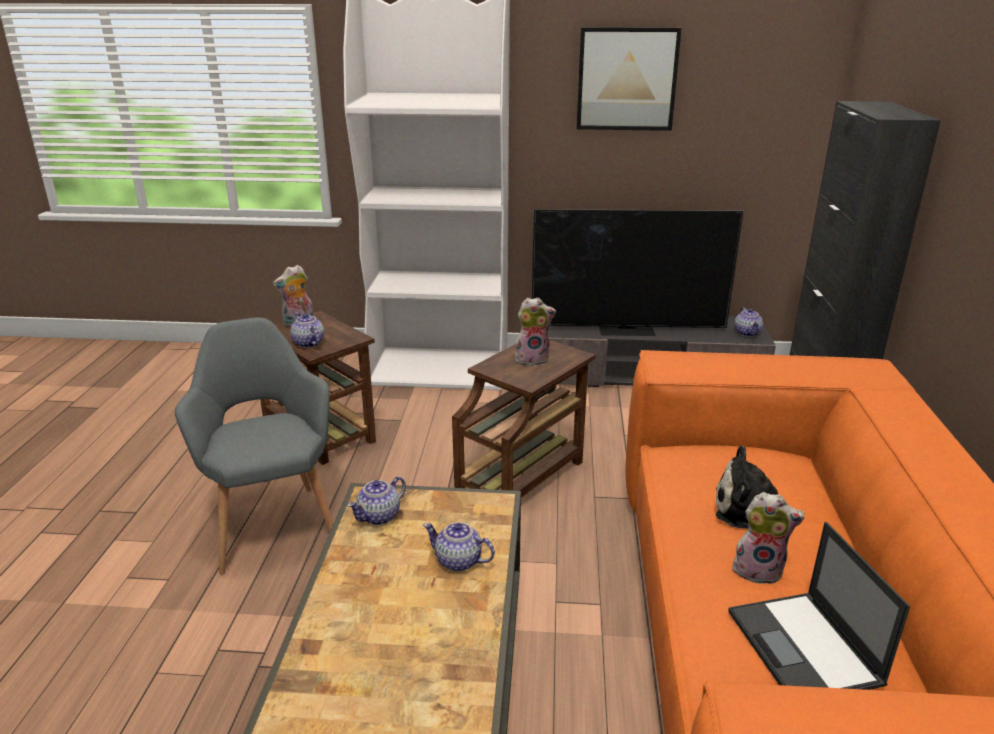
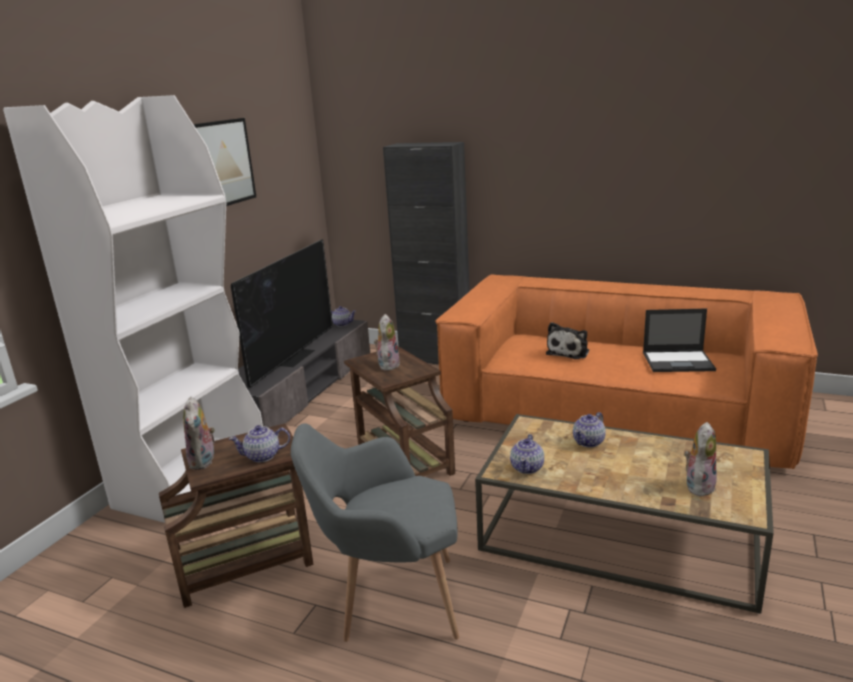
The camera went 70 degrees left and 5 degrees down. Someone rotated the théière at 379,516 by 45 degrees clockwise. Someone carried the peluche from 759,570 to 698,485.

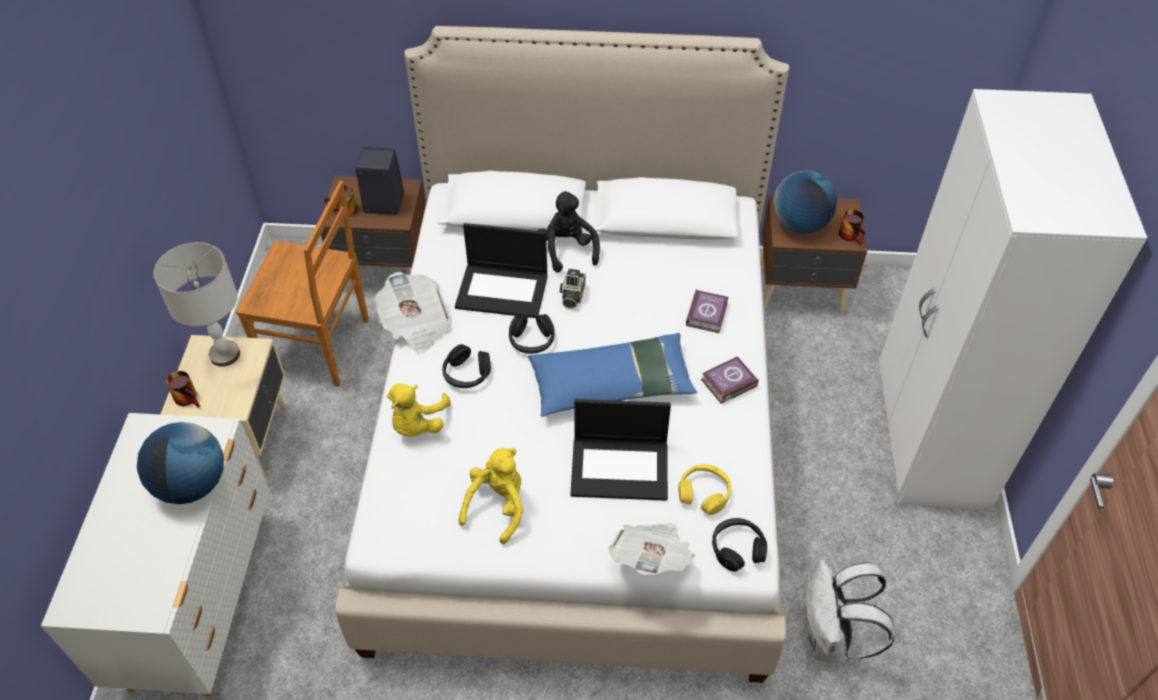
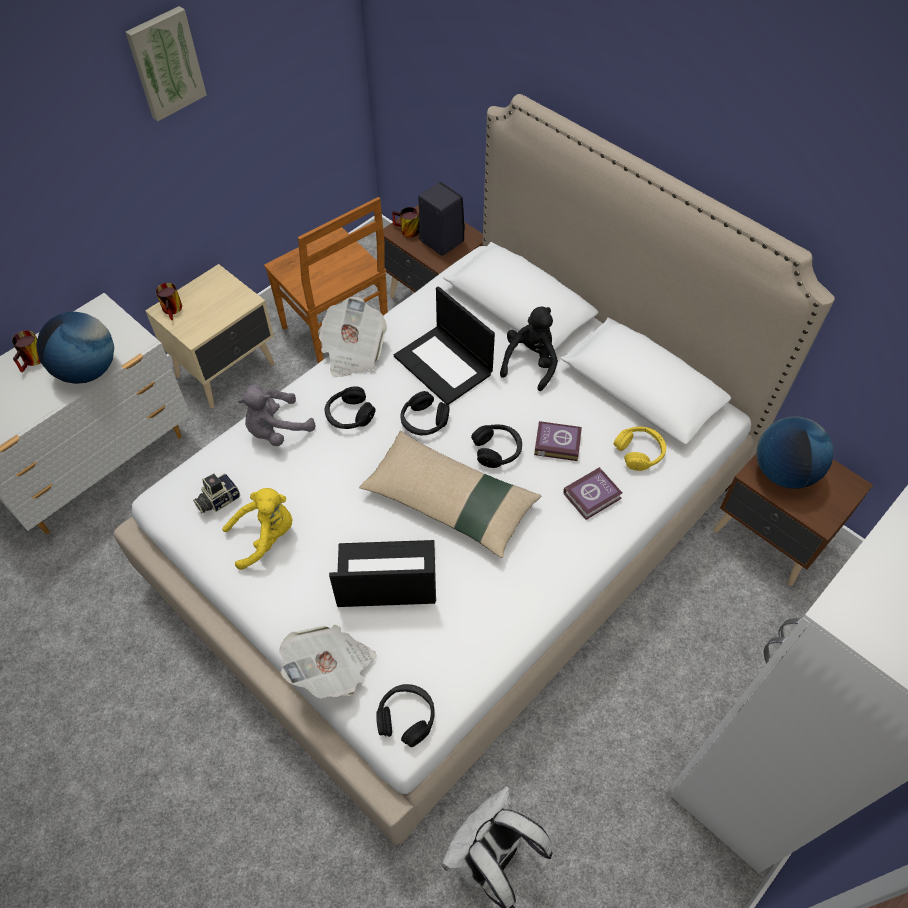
The camera went 40 degrees right and 5 degrees up. Someone carried the mug from 852,236 to 34,360. Someone put up the tableau at 165,63. Someone carried the appareil photo from 572,296 to 217,500. Someone repainted the peluche (jaune) at 417,424, which became the peluche (gris) at 276,430. Someone rotated the ordinateur portable at 621,468 by 135 degrees clockwise. Someone repainted the coussin (bleu) at 612,384, which became the coussin (beige) at 449,501. Someone put down the casque audio (noir) at 497,450. Someone carried the livre from 727,383 to 556,443. Someone carried the casque audio (jaune) from 704,493 to 639,452. Someone took away the lampe de table (gris) at 225,355.

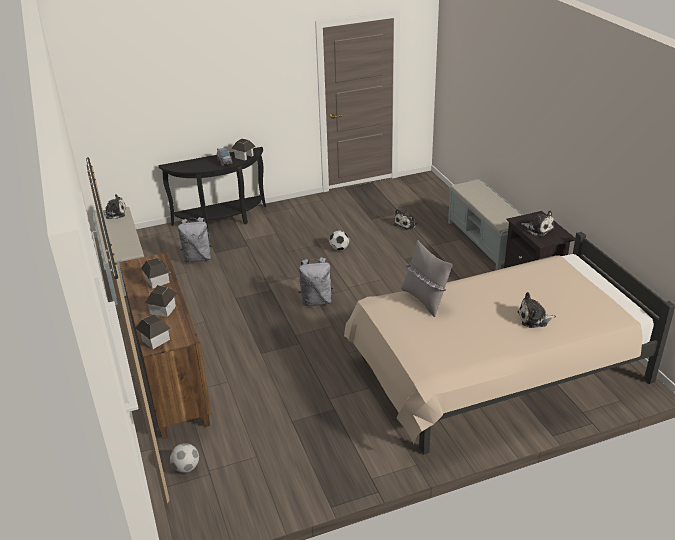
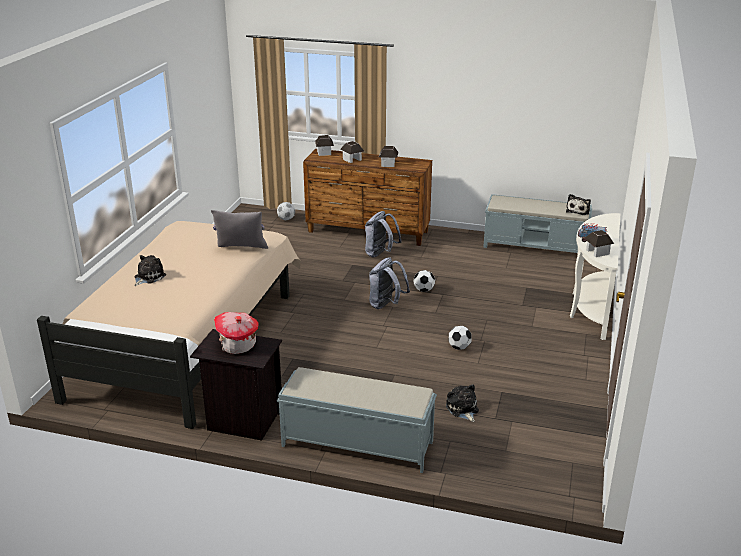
The camera went 125 degrees right and 5 degrees down. Someone swapped the peluche at 538,229 for the maison miniature at 237,345. Someone carried the sac à dos (gris) from 198,258 to 380,254. Someone put down the ballon de foot at 424,290. Someone repainted the table console (noir) at 222,221, which became the table console (blanc) at 590,307.

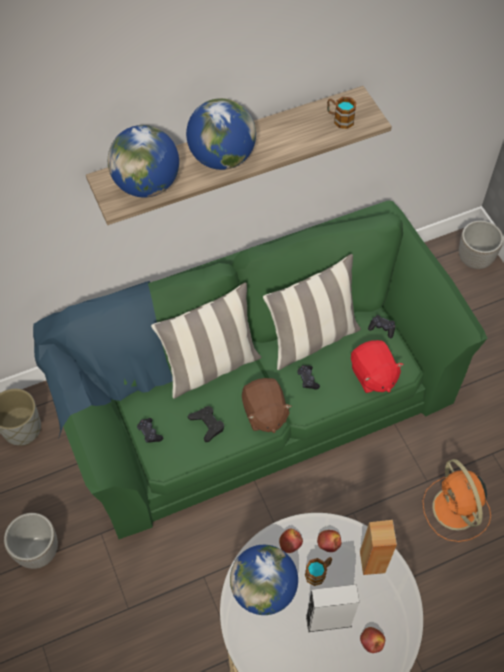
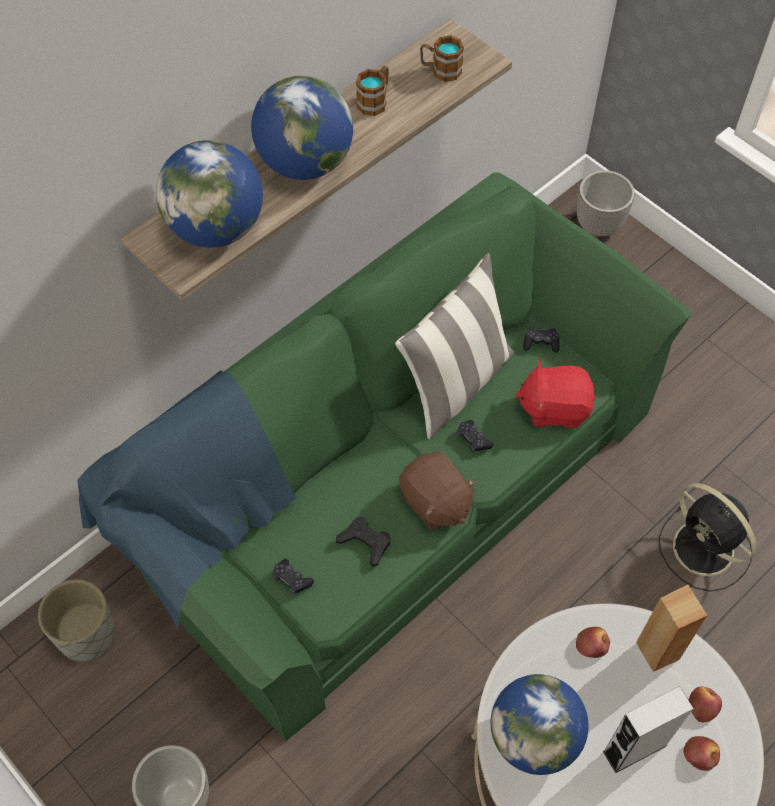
The camera went 20 degrees left and 0 degrees up. Someone carried the mug from 318,572 to 375,100. Someone rotated the peluche (rouge) at 372,375 by 135 degrees clockwise. Someone repainted the ventilateur (orange) at 456,510, which became the ventilateur (noir) at 705,550. Someone carried the pomme from 290,542 to 702,705. Someone took away the coussin at 211,365.

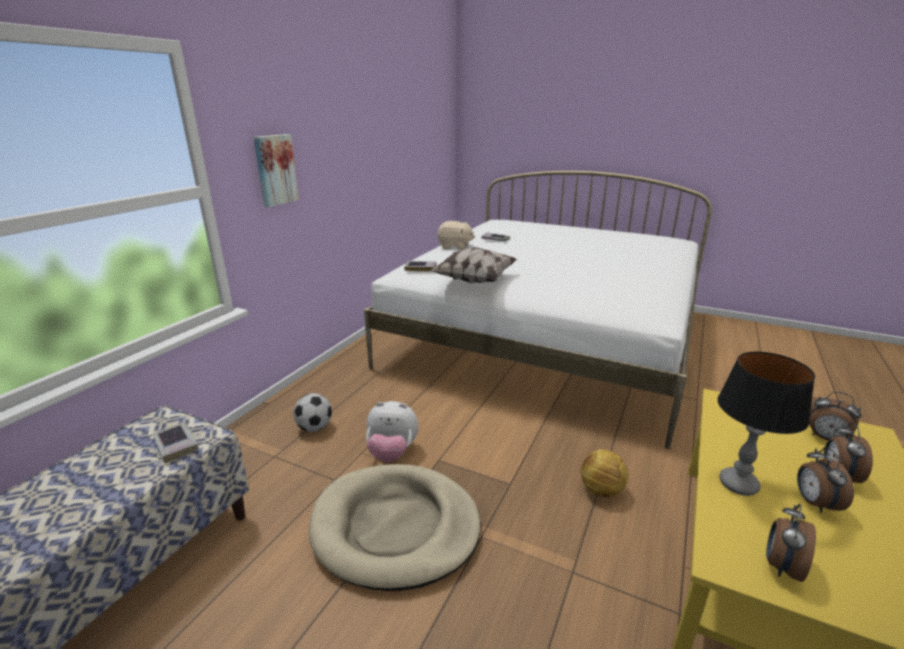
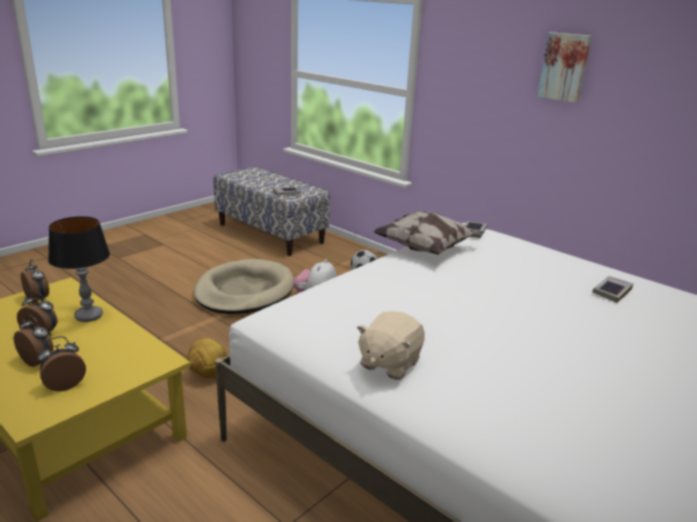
The camera went 105 degrees right and 0 degrees up. Someone carried the peluche (beige) from 455,246 to 389,363. Someone carried the tableau from 275,170 to 565,67.

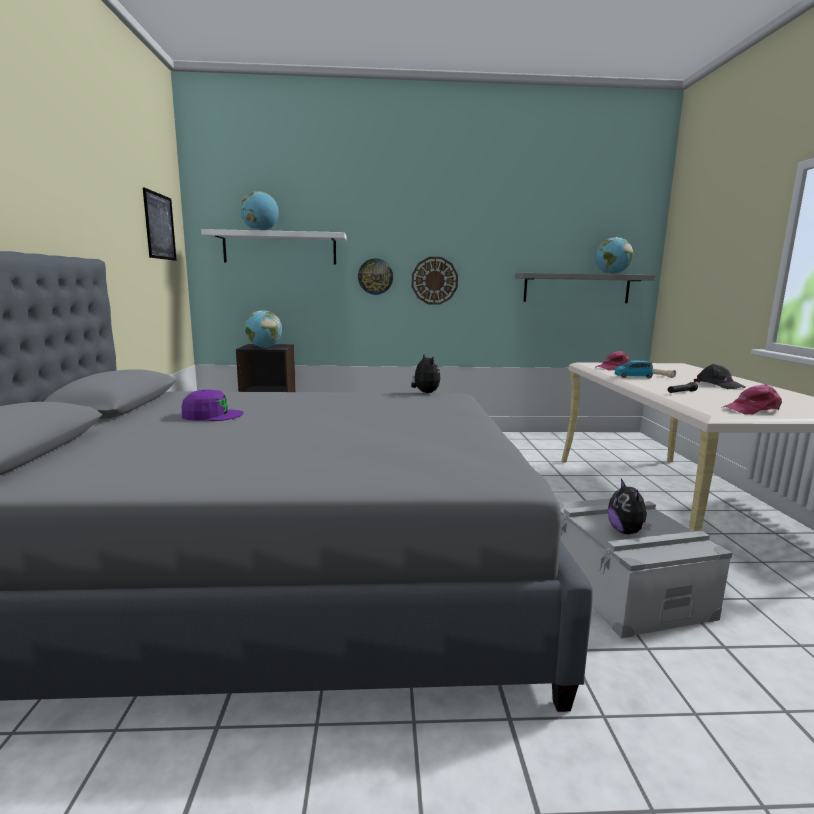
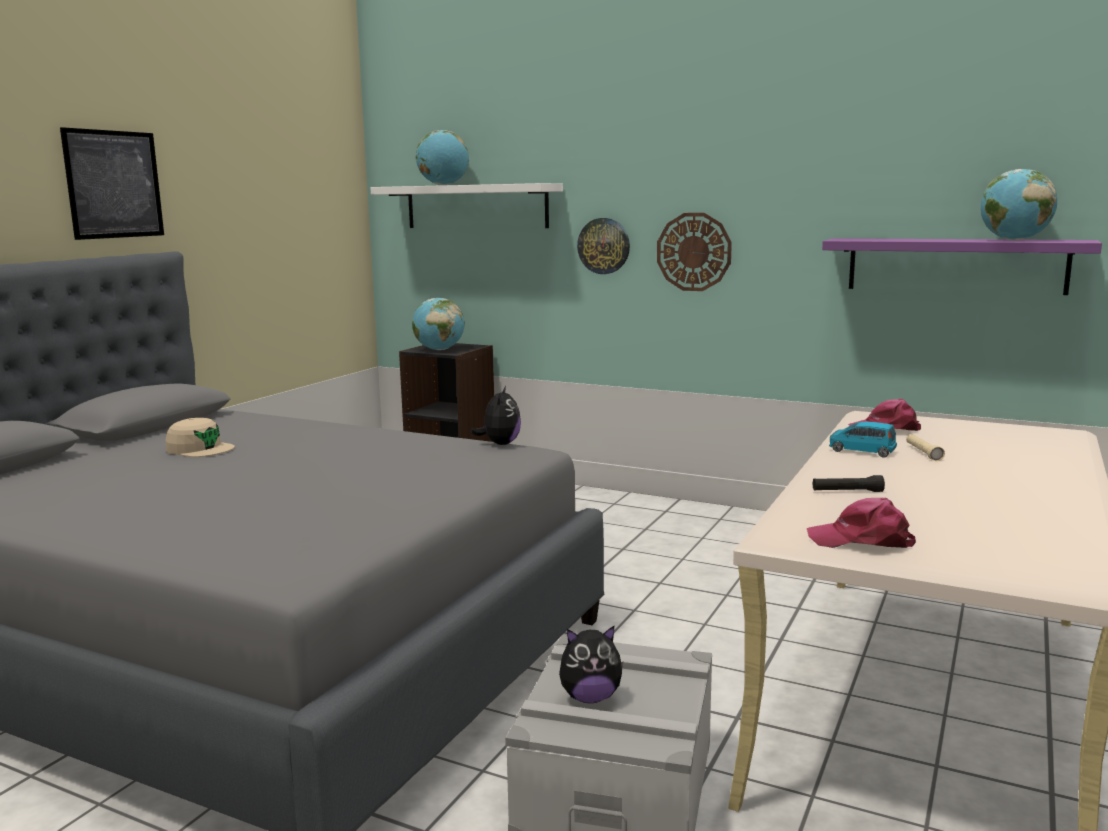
The camera went 30 degrees right and 0 degrees up. Someone carried the tableau from 159,226 to 114,184. Someone repainted the casquette (violet) at 212,415, which became the casquette (beige) at 200,449. Someone rotated the peluche at 626,532 by 120 degrees counterclockwise. Someone repainted the étagère (gris) at 576,288, which became the étagère (violet) at 955,265. Someone took away the casquette (noir) at 718,385.

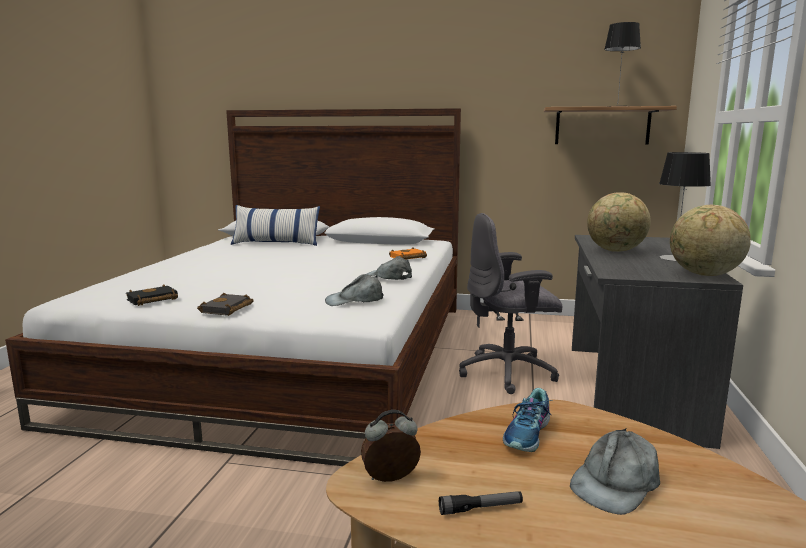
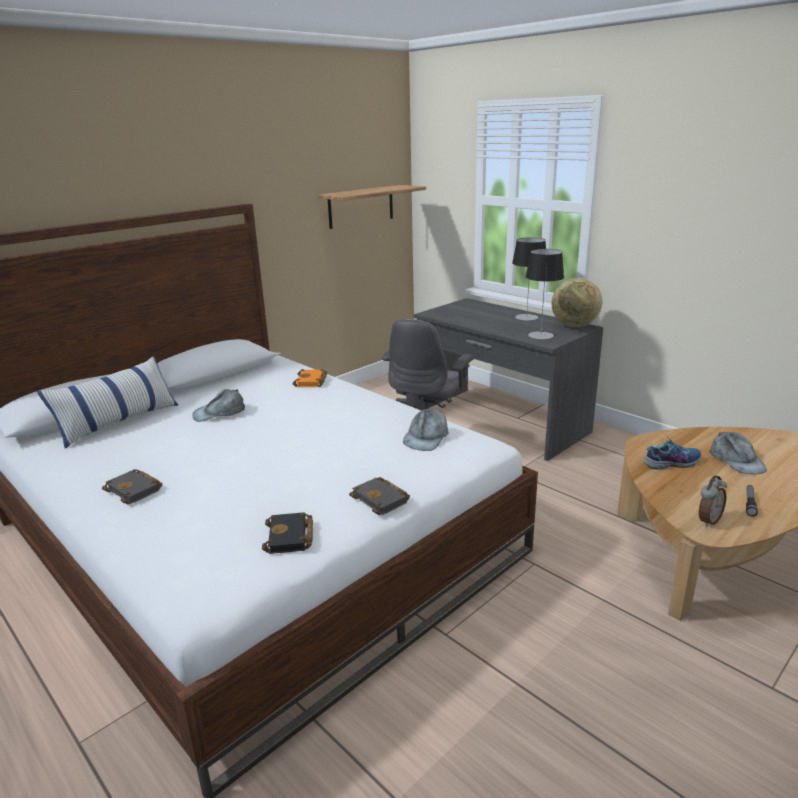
The camera went 55 degrees left and 10 degrees up. Someone put down the livre (noir) at 136,490. Someone carried the casquette (gris) from 388,277 to 219,413. Someone carried the lampe de table from 617,106 to 540,335. Someone rotated the chaussure at 528,434 by 75 degrees counterclockwise. Someone rotated the réveil at 391,479 by 150 degrees counterclockwise. Someone took away the globe at 616,251.

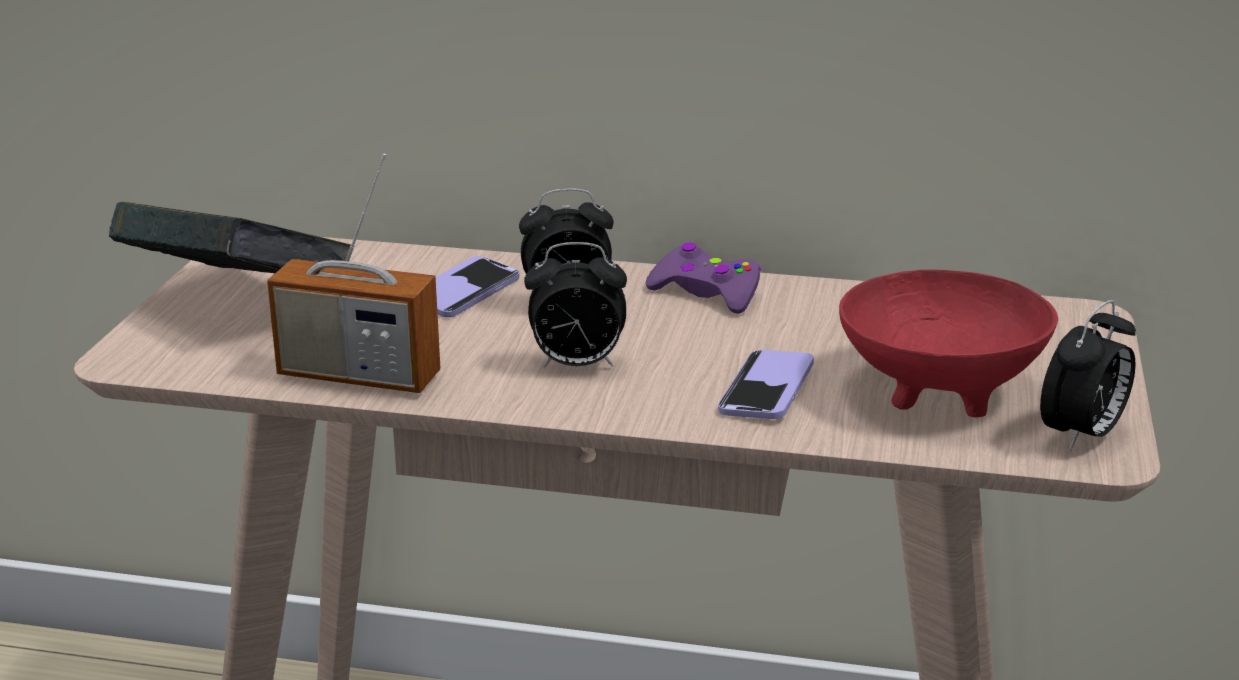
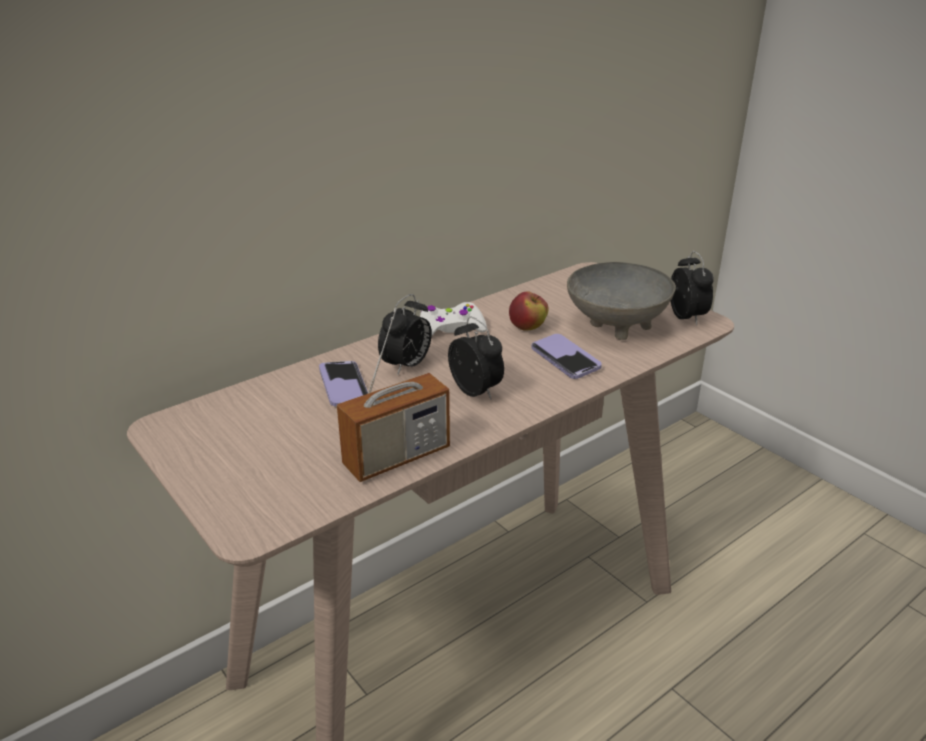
The camera went 50 degrees left and 5 degrees up. Someone repainted the manette (violet) at 706,293, which became the manette (blanc) at 450,329. Someone rotated the réveil at 576,365 by 75 degrees counterclockwise. Someone put down the pomme at 527,328. Someone repainted the bol (rouge) at 942,389, which became the bol (gris) at 616,324. Someone took away the livre at 238,305.

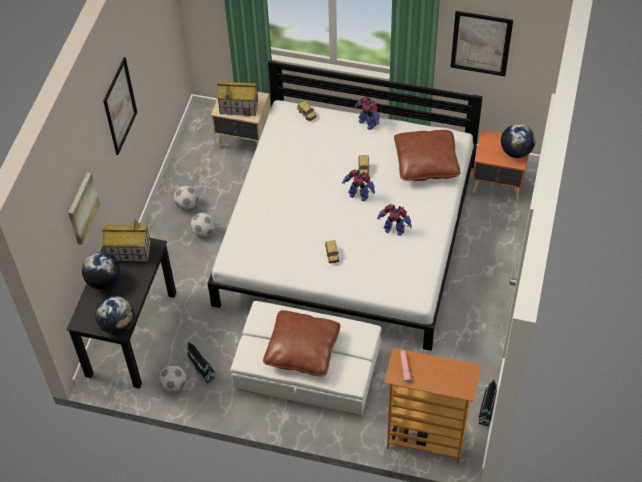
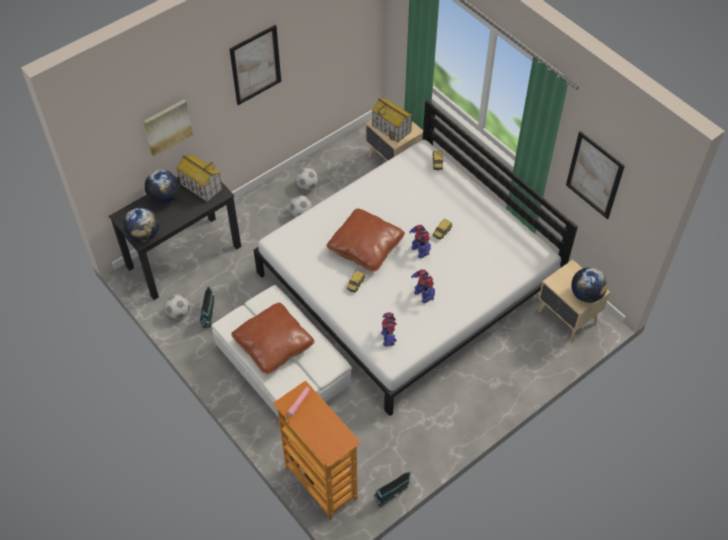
The camera went 35 degrees right and 0 degrees up. Someone carried the coussin (marron) from 426,163 to 365,247. Someone carried the robot jouet from 367,122 to 388,338. Someone repainted the table de chevet (orange) at 498,185, which became the table de chevet (beige) at 567,318.

